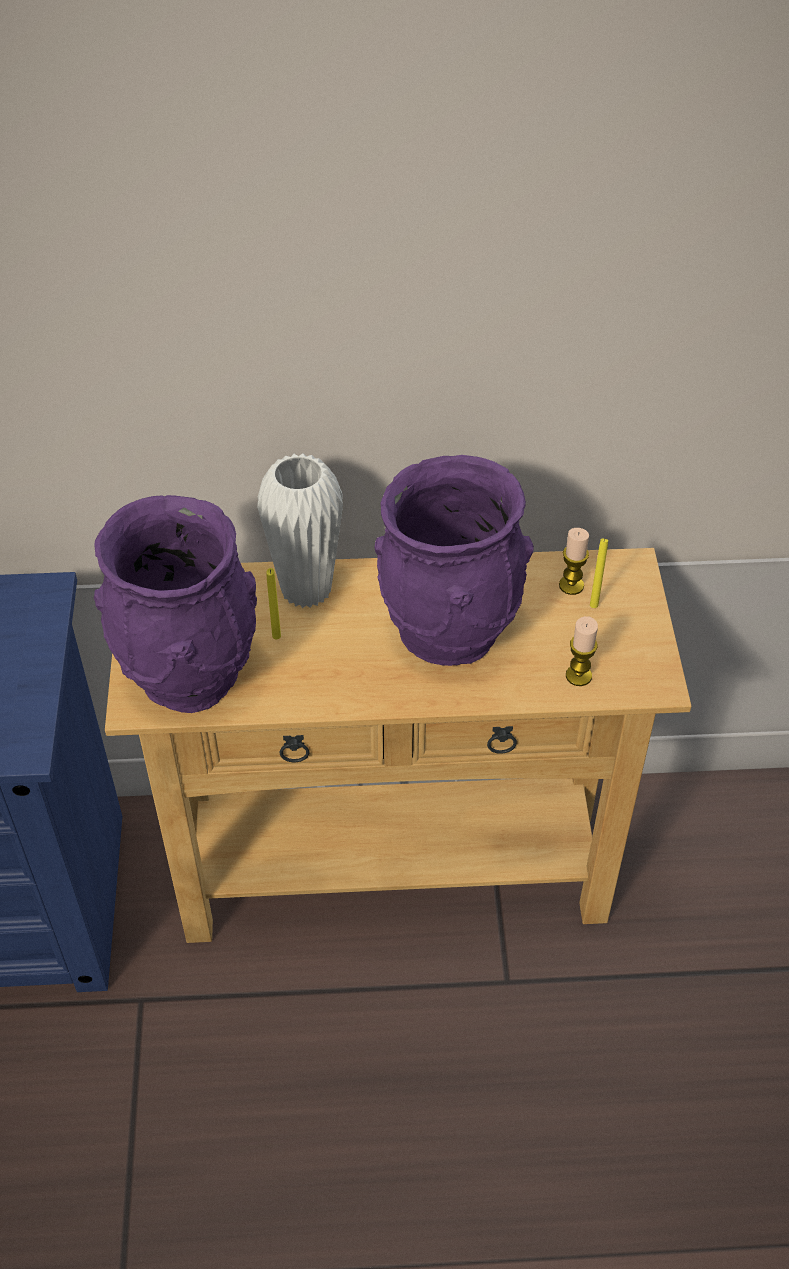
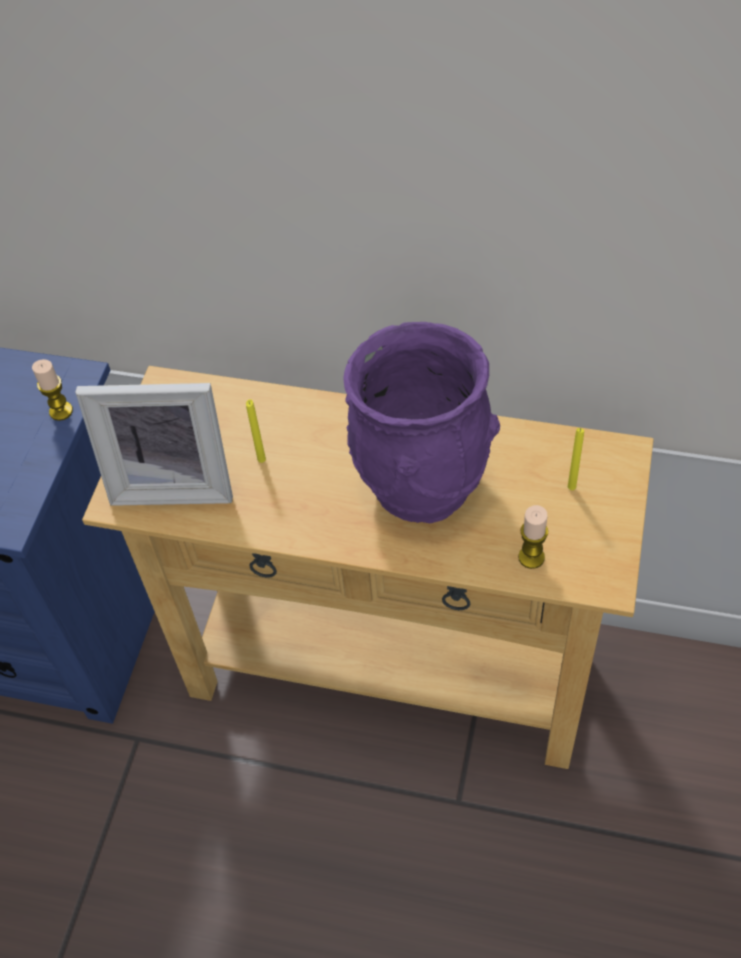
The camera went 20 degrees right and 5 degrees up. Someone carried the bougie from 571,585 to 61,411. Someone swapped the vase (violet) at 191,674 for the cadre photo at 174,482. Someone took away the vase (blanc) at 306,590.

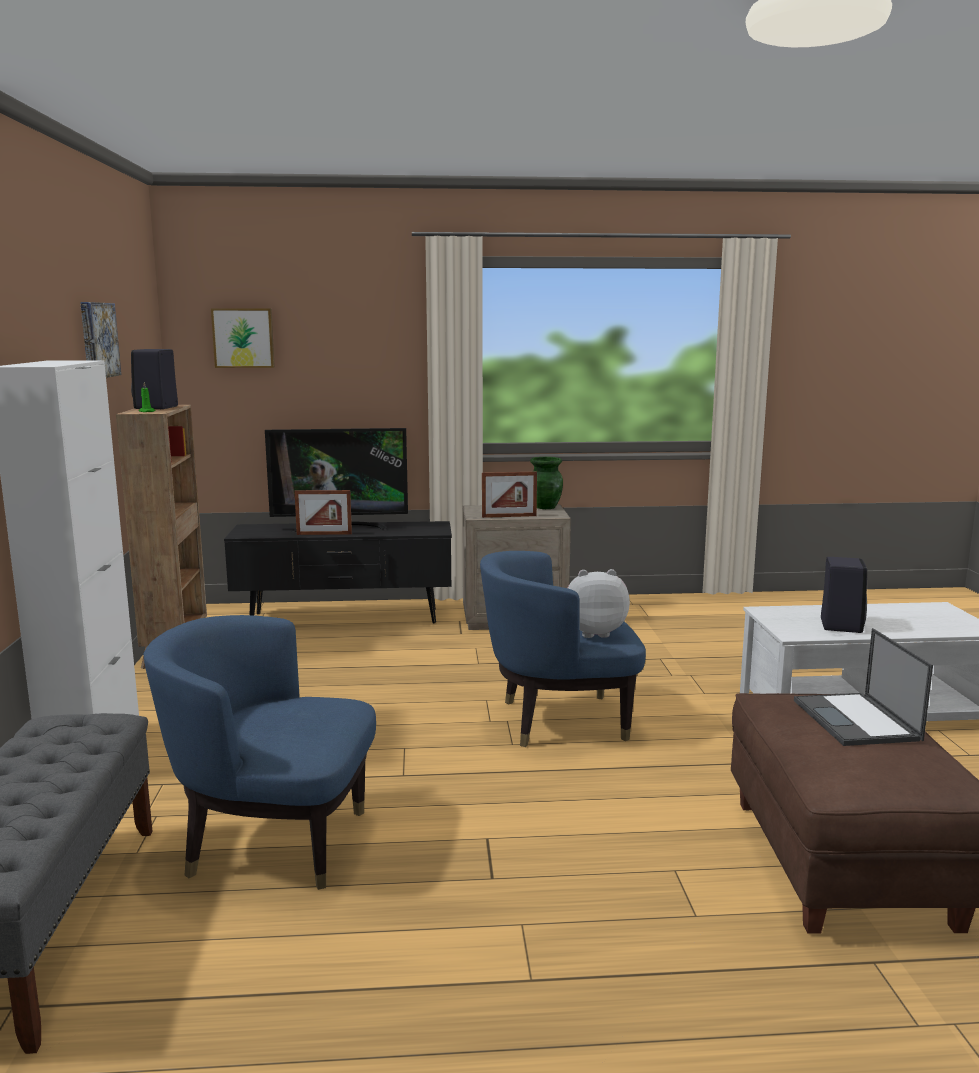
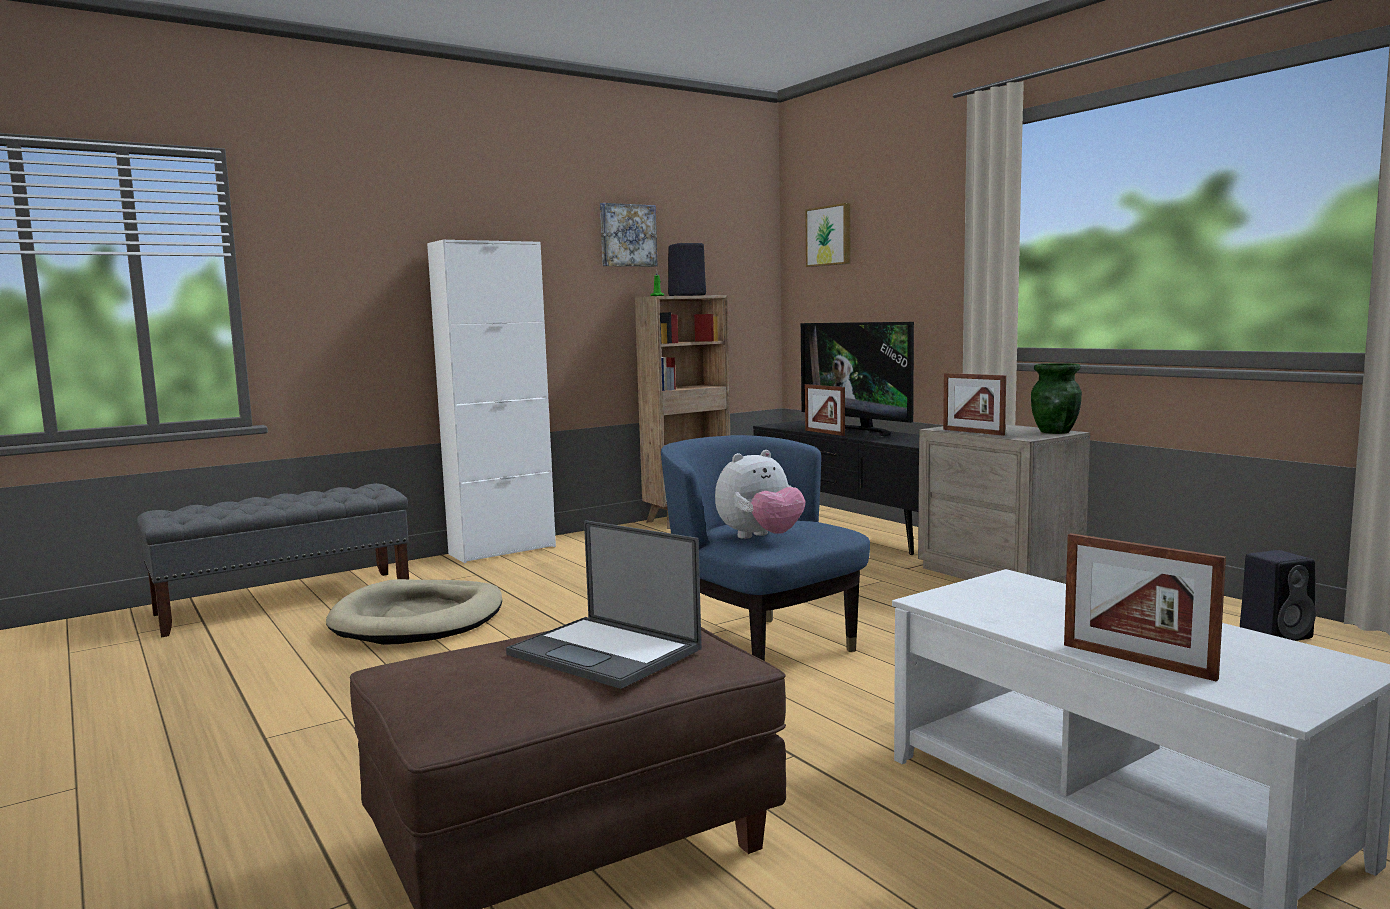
The camera went 60 degrees right and 5 degrees down. Someone swapped the fauteuil (bleu) at 273,842 for the panier pour chien (beige) at 419,619. Someone rotated the ordinateur portable at 857,720 by 105 degrees counterclockwise. Someone rotated the peluche at 594,632 by 90 degrees clockwise. Someone put down the cadre photo at 1137,661. Someone carried the enceinte (noir) from 840,625 to 1276,634.

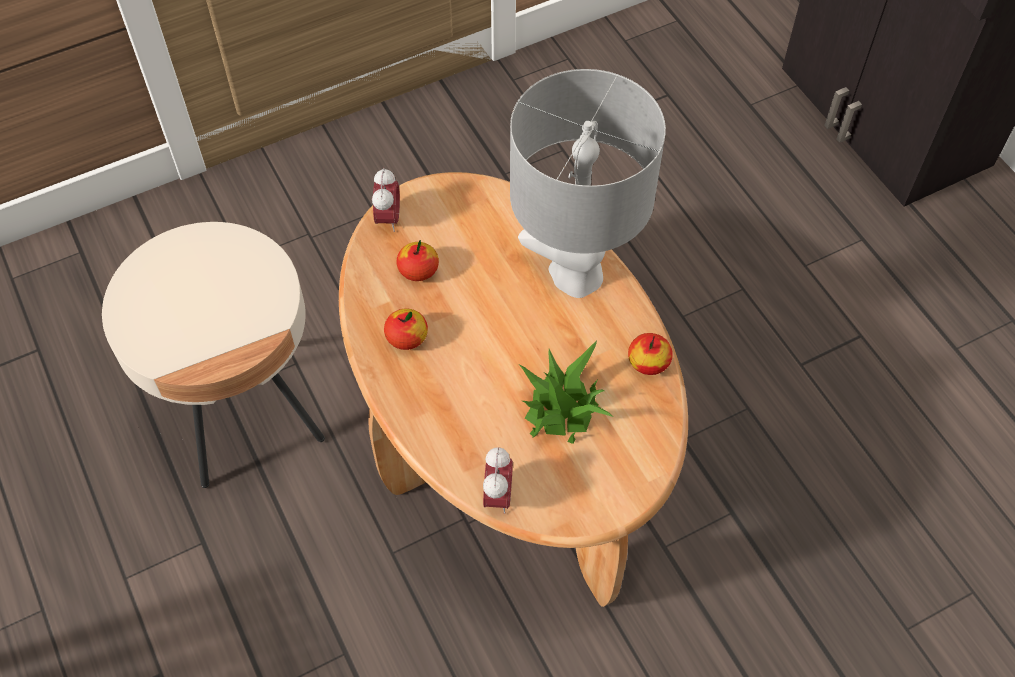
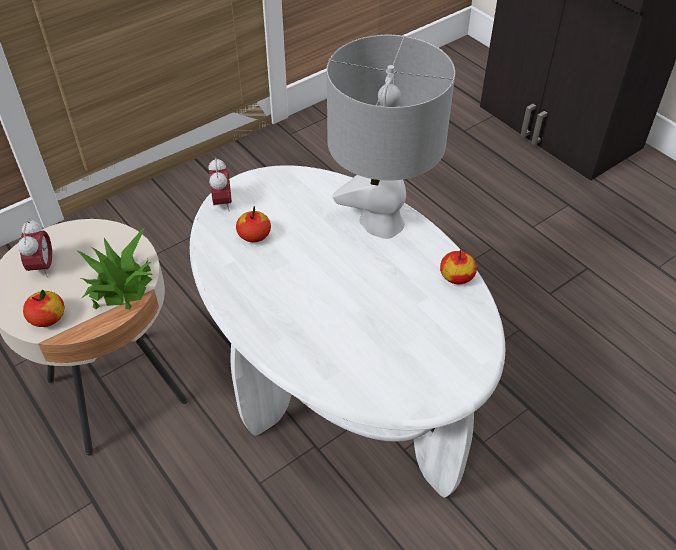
The camera went 10 degrees left and 10 degrees down. Someone carried the réveil from 497,496 to 43,267. Someone carried the pomme from 407,337 to 47,318. Someone carried the plante en pot from 560,408 to 120,286. Someone repainted the table basse (marron) at 507,441, which became the table basse (blanc) at 338,380.

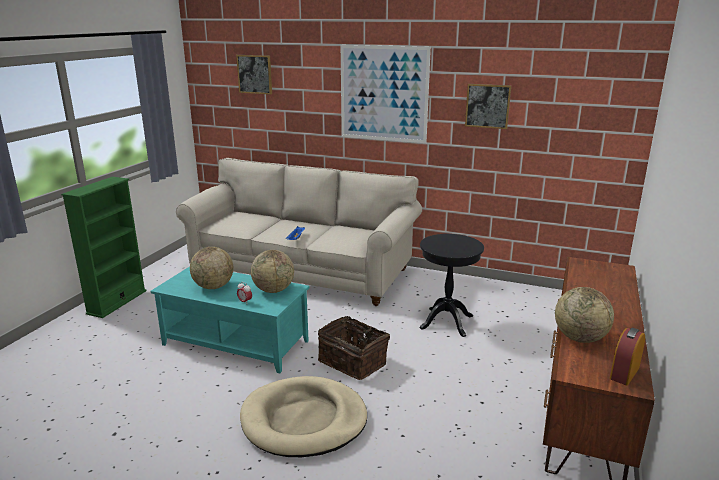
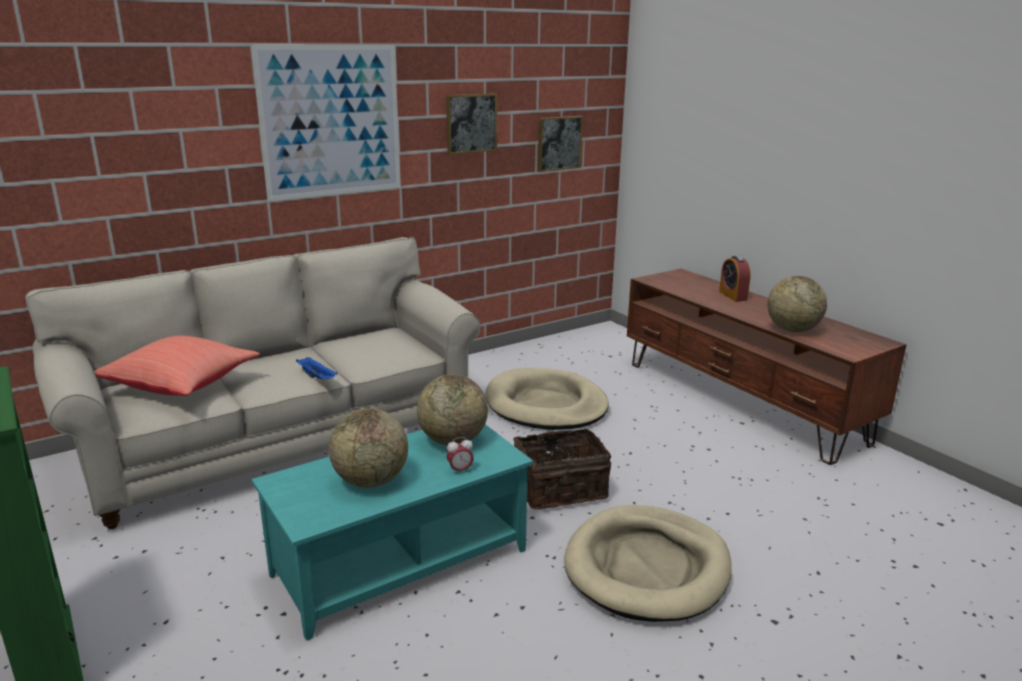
The camera went 55 degrees left and 0 degrees up. Someone put down the coussin (rouge) at 183,385. Someone swapped the table d'appoint (noir) at 446,322 for the panier pour chien (beige) at 546,405. Someone carried the tableau from 255,74 to 559,143. Someone carried the réveil from 624,373 to 733,295.

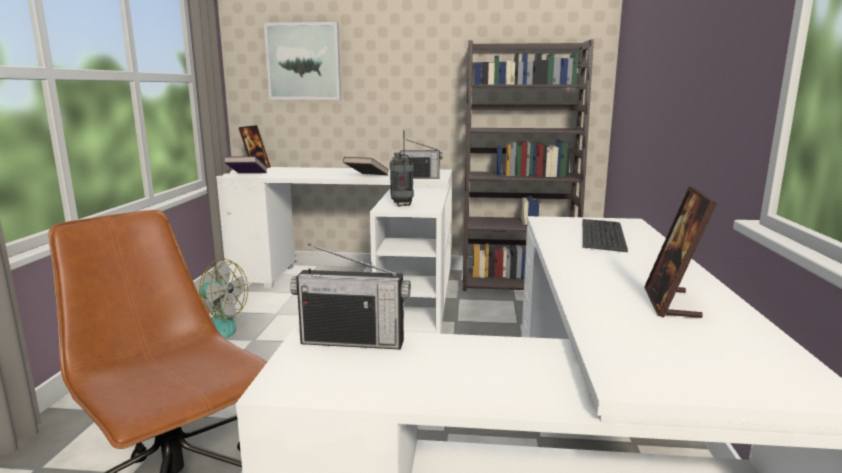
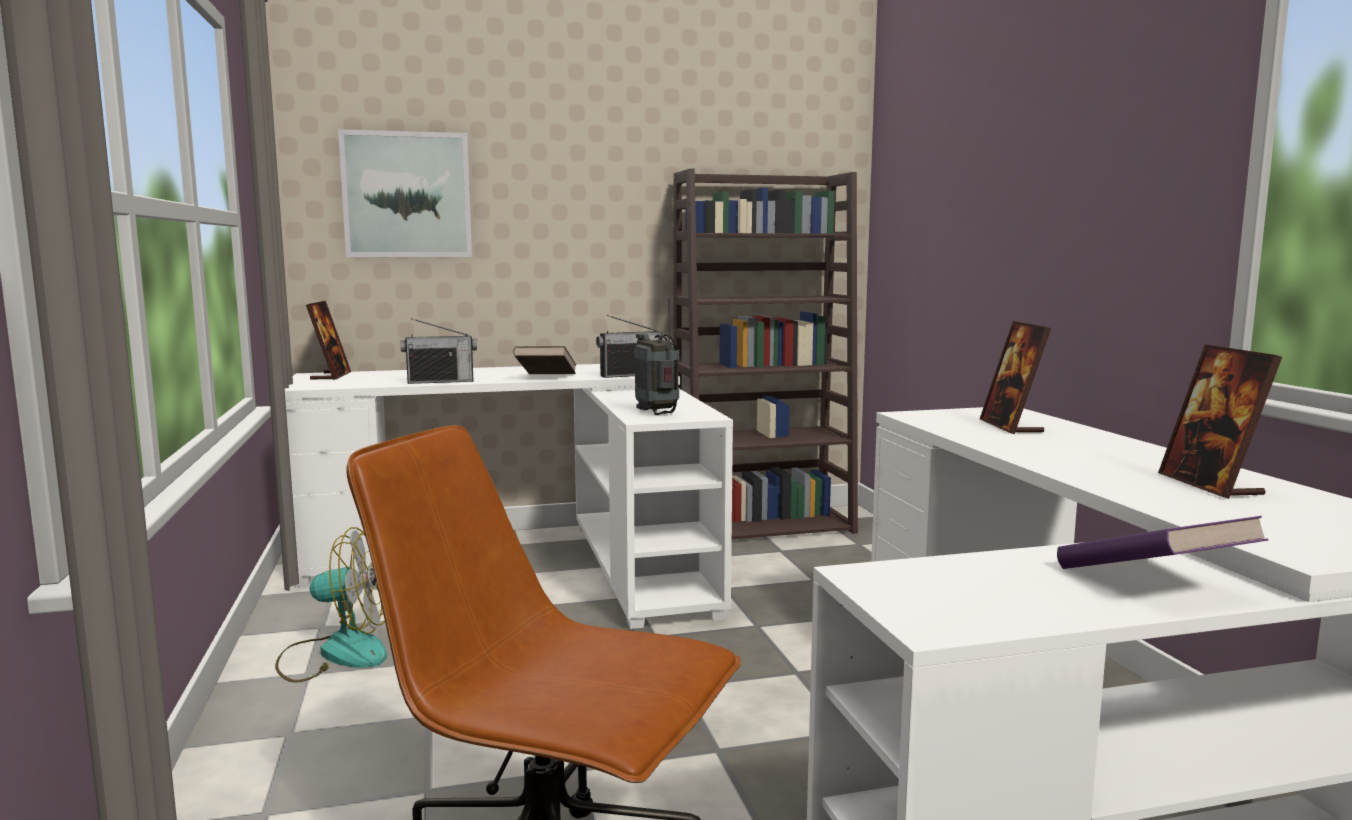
The camera went 20 degrees left and 5 degrees down. Someone carried the radio from 353,341 to 440,381. Someone swapped the clavier at 603,236 for the cadre photo at 1011,426. Someone carried the livre (violet) from 247,175 to 1151,583.

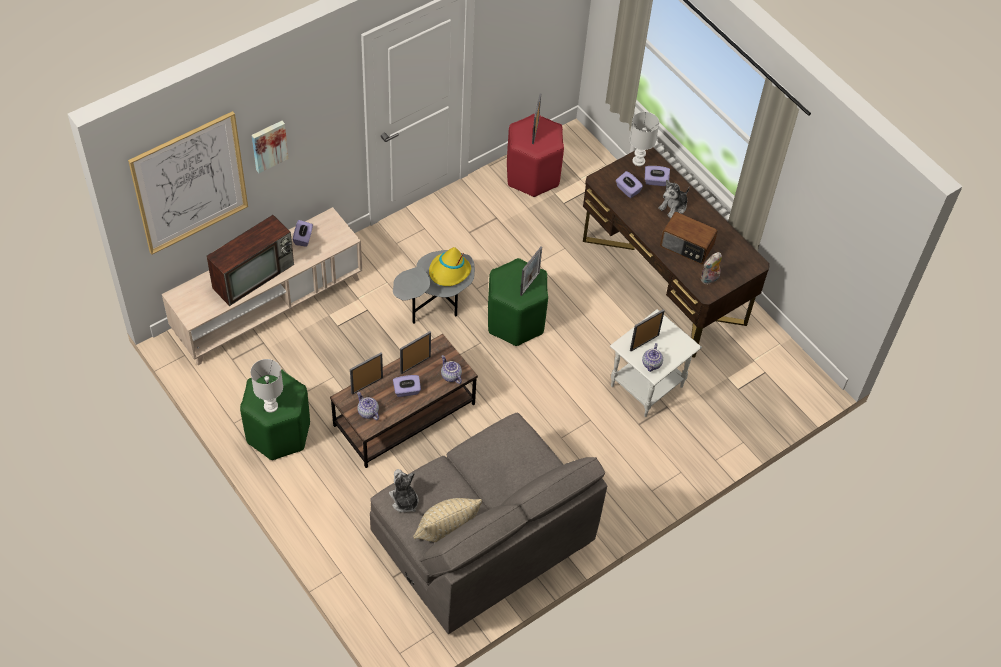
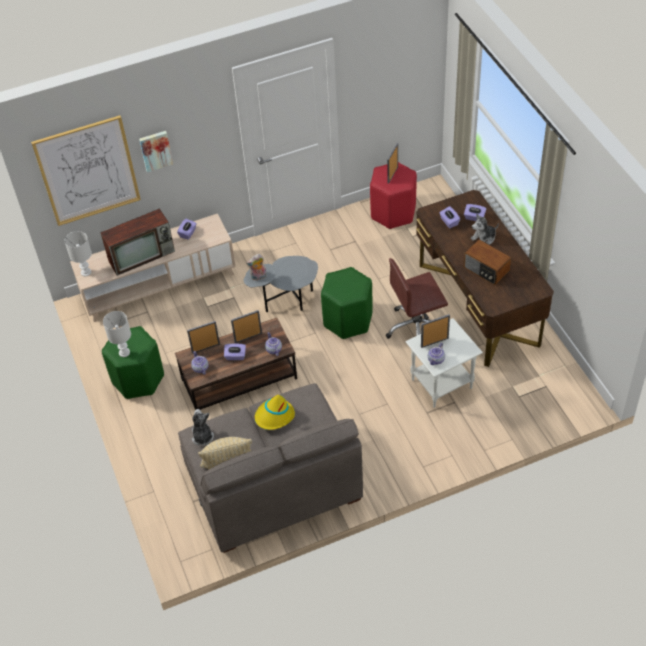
The camera went 20 degrees right and 5 degrees down. Someone carried the lampe de table (blanc) from 638,161 to 85,272. Someone carried the peluche from 709,279 to 258,277. Someone carried the chapeau (jaune) from 449,272 to 274,416. Someone put down the chaise de bureau (marron) at 416,328. Someone took away the cadre photo at 529,284.

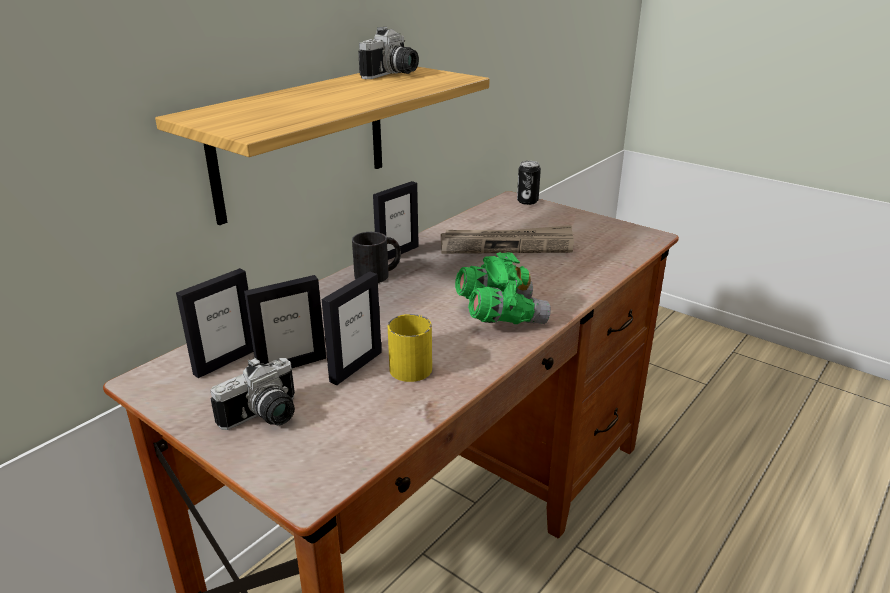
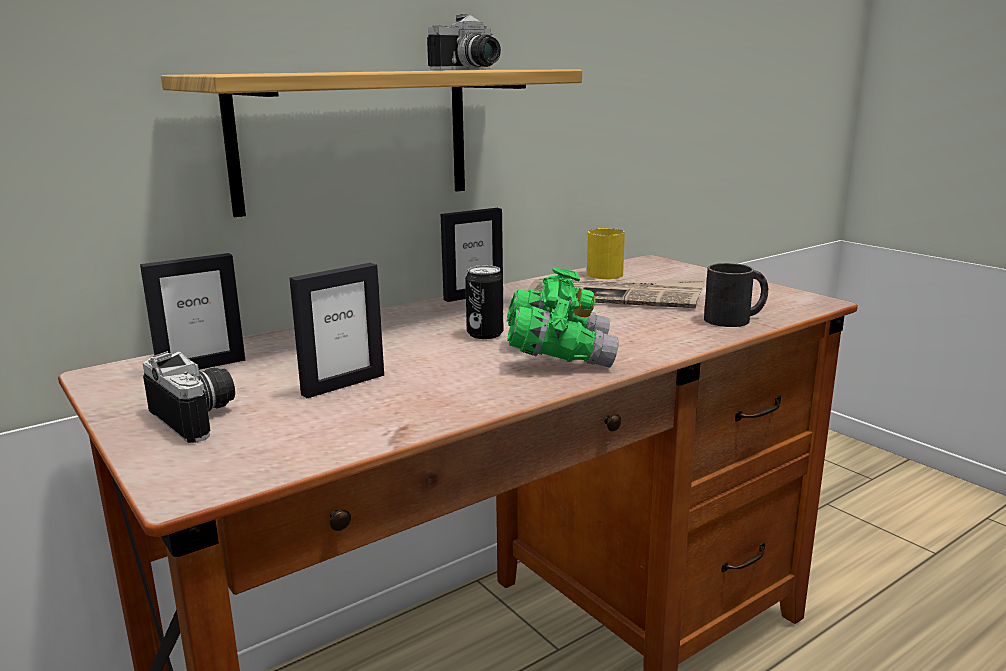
The camera went 15 degrees right and 10 degrees down. Someone rotated the appareil photo at 265,418 by 105 degrees counterclockwise. Someone carried the boîte métallique from 527,201 to 485,334. Someone carried the mug (jaune) from 411,363 to 606,272. Someone carried the mug (noir) from 378,274 to 735,319. Someone took away the cadre photo at 291,365.

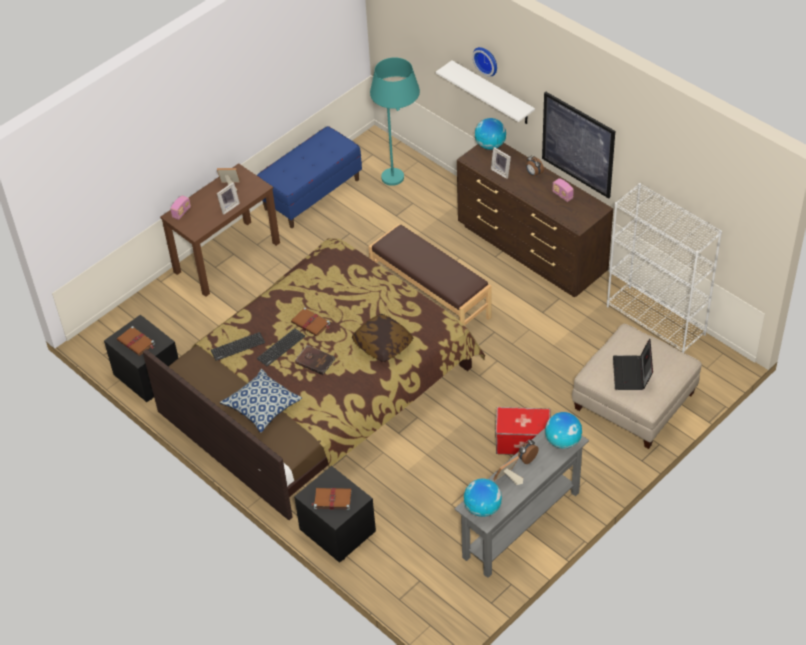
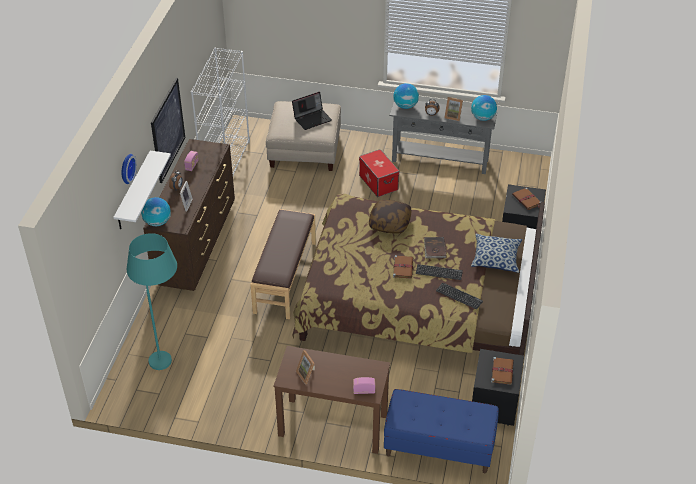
The camera went 125 degrees left and 5 degrees down. Someone carried the banc (bleu) from 312,194 to 439,447. Someone took away the cadre photo at 228,207.

